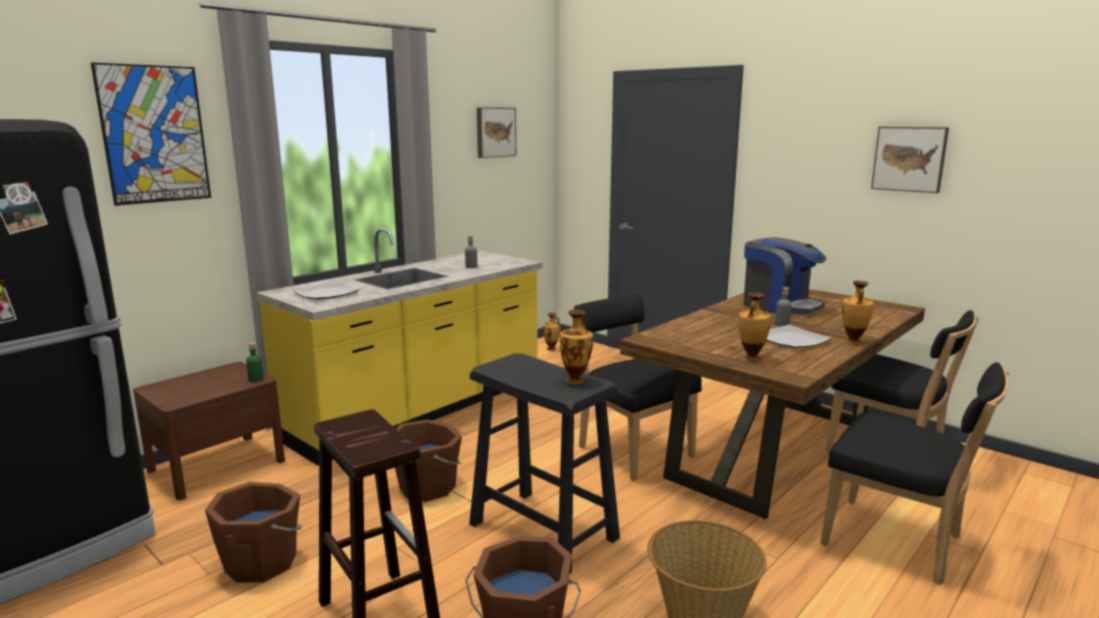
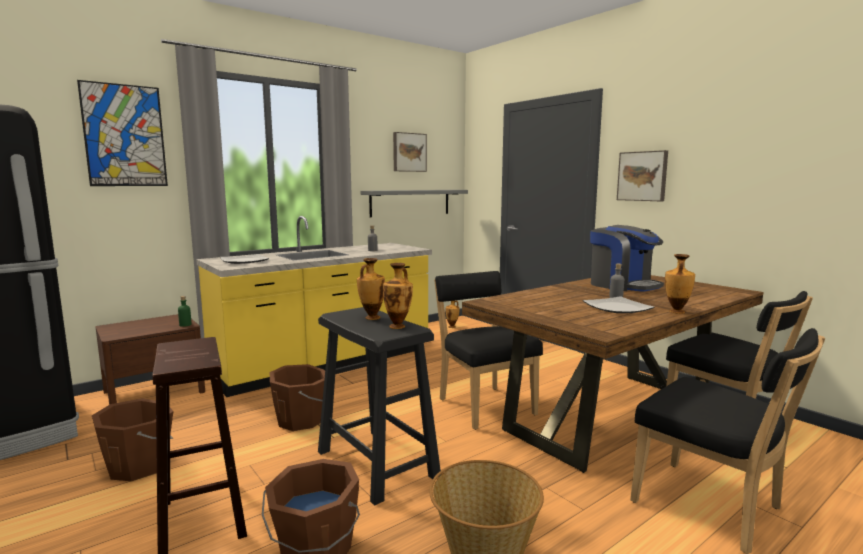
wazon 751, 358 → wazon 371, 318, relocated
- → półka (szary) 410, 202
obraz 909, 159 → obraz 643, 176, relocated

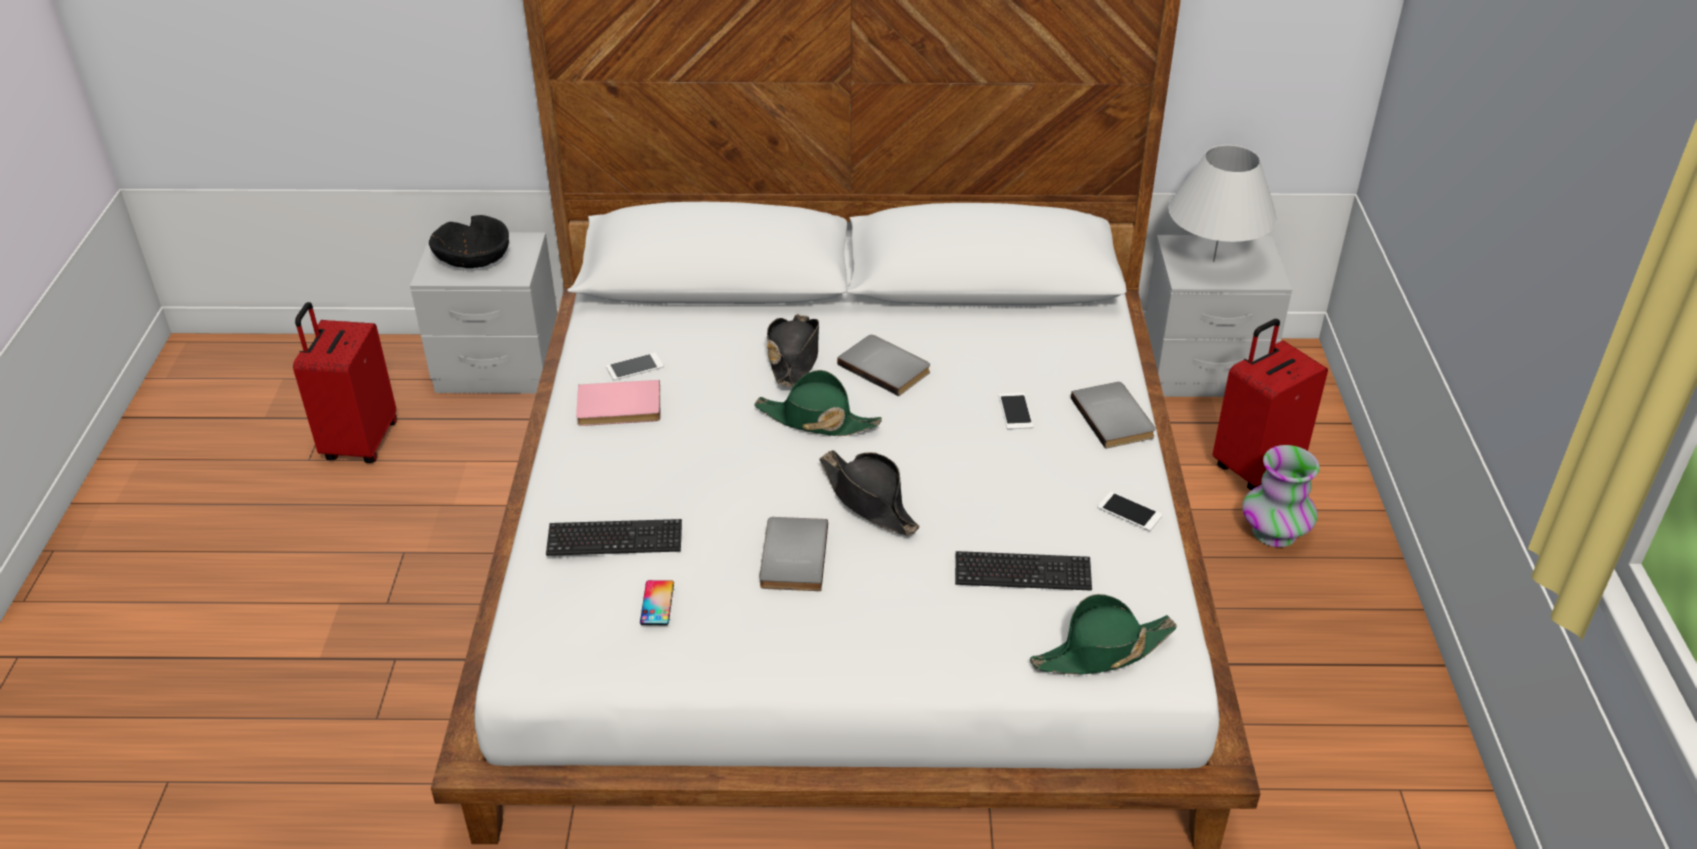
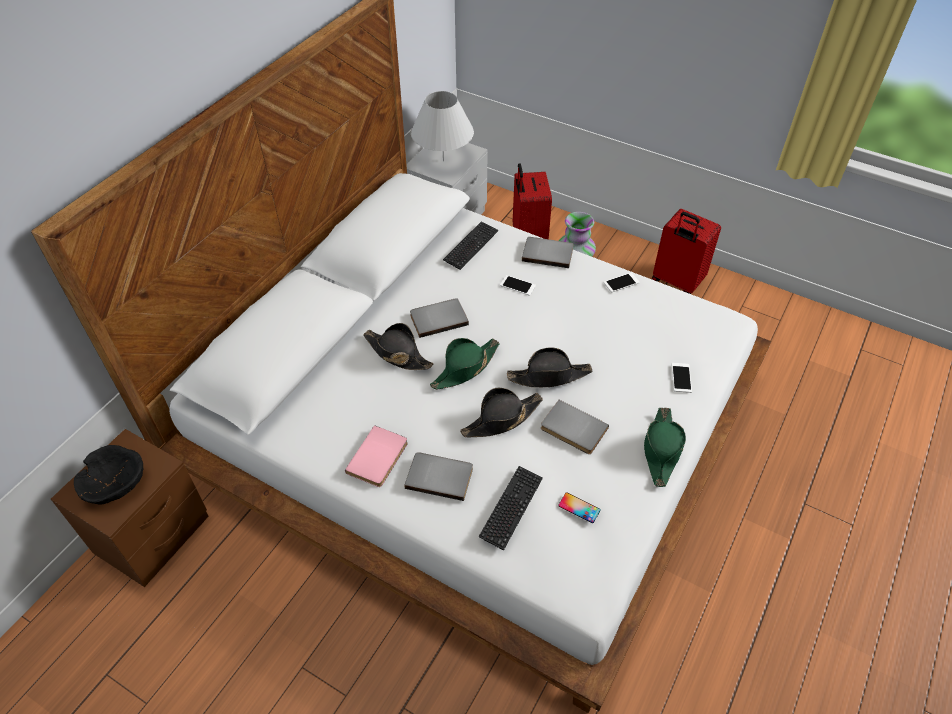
szafka nocna (szary) 499, 367 → szafka nocna (brązowy) 152, 535
- → książka (szary) 440, 476
klawiatura 1022, 573 → klawiatura 471, 246, relocated
- → kapelusz (czarny) 501, 419
kapelusz (zielony) 1102, 651 → kapelusz (zielony) 661, 450, relocated
walizka (czerwony) 359, 442 → walizka (czerwony) 676, 282, relocated
telefon 634, 367 → telefon 681, 377, relocated

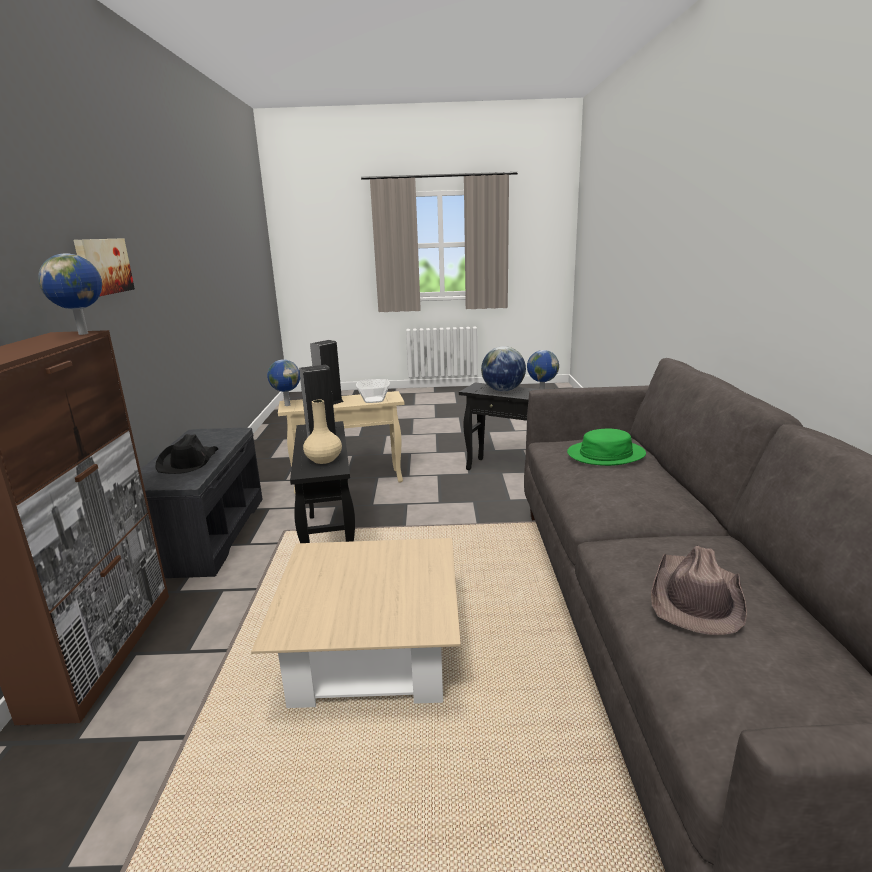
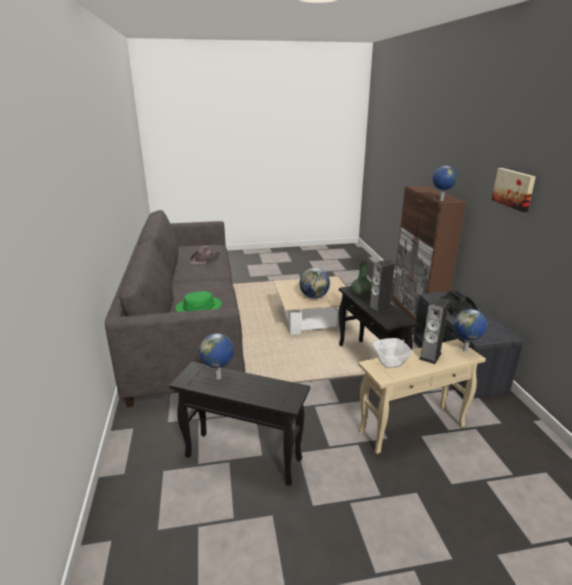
globus 503, 390 → globus 314, 297, relocated
wazon (beżowy) 323, 460 → wazon (zielony) 361, 294

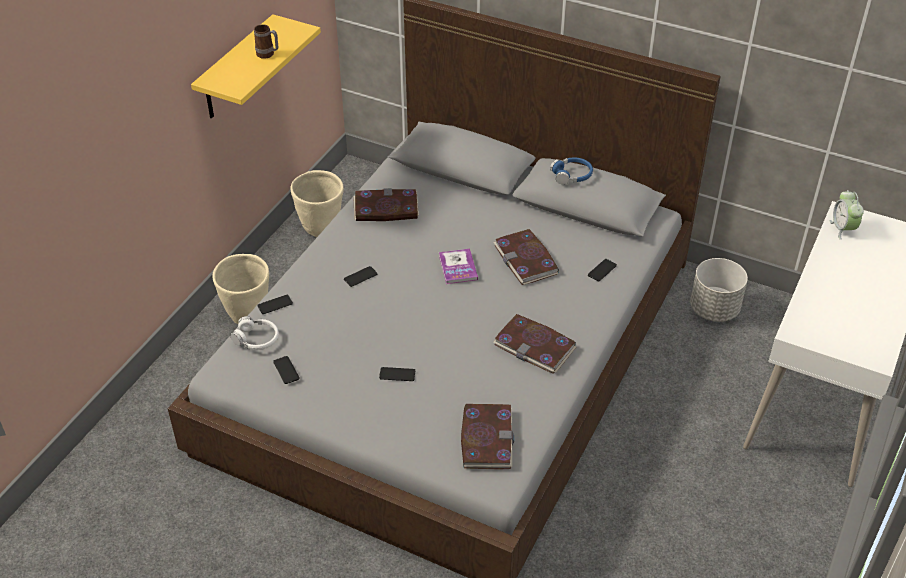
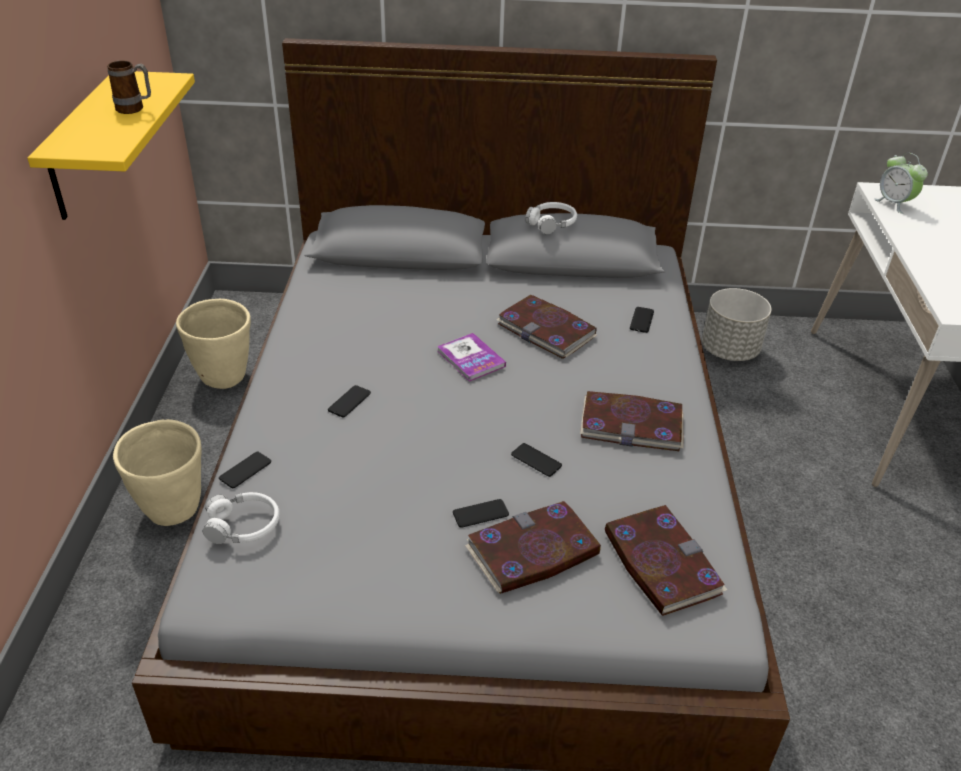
książka 386, 208 → książka 533, 551, relocated
telefon 286, 370 → telefon 536, 460, relocated
słuchawki (niebieski) 571, 175 → słuchawki (biały) 551, 223

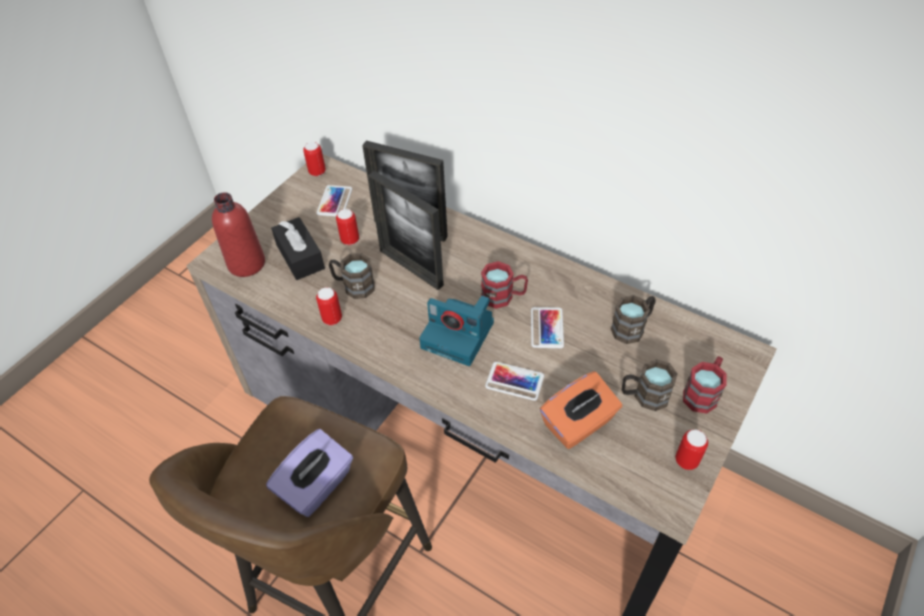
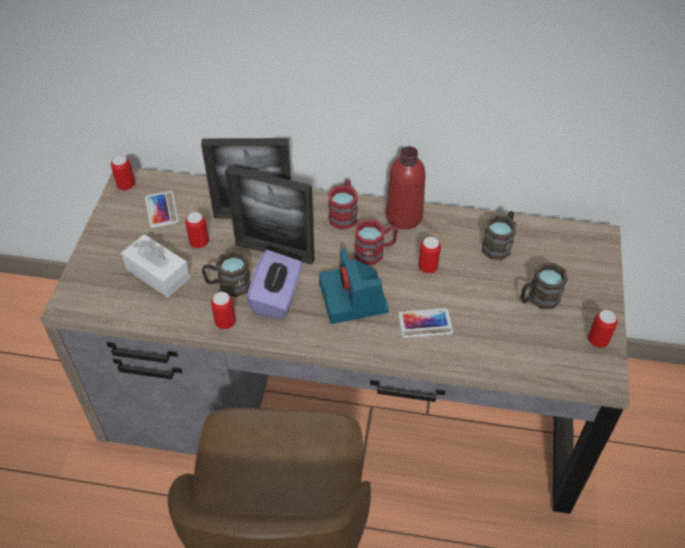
pudełko chusteczek (czarny) 300, 256 → pudełko chusteczek (biały) 158, 273
pudełko chusteczek (fioletowy) 316, 486 → pudełko chusteczek (fioletowy) 277, 298, relocated
aparat fotograficzny 459, 335 → aparat fotograficzny 354, 299, 75 degrees clockwise
kubek (czerwony) 703, 393 → kubek (czerwony) 344, 214, relocated
butelka (czerwony) 246, 263 → butelka (czerwony) 404, 216, relocated
telefon 547, 328 → puszka 427, 267
pudełko chusteczek (pomarańczowy) 578, 424 → -

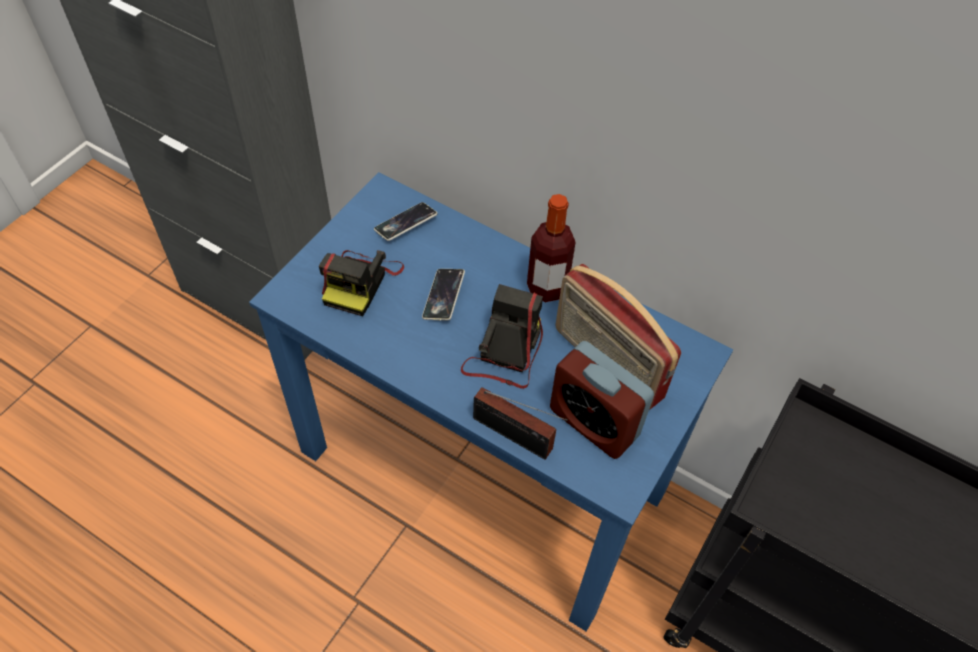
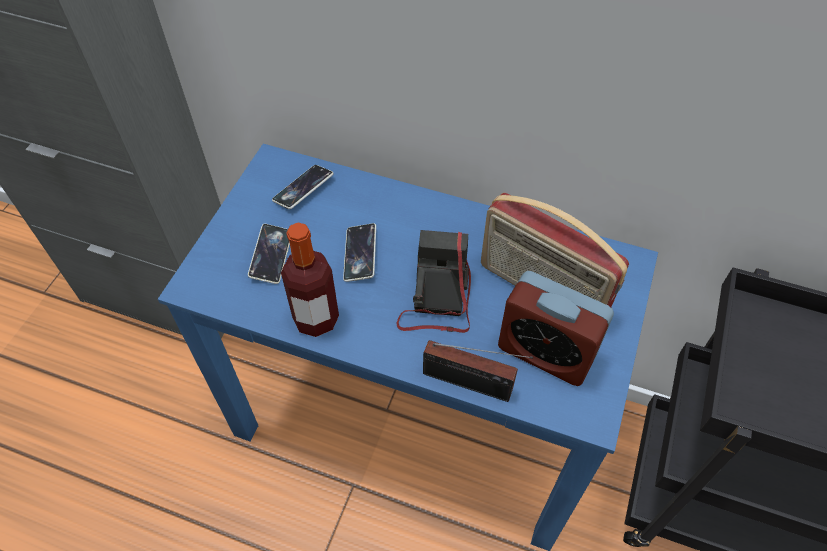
aparat fotograficzny 360, 282 → telefon 271, 256
butelka 547, 288 → butelka 316, 319, relocated

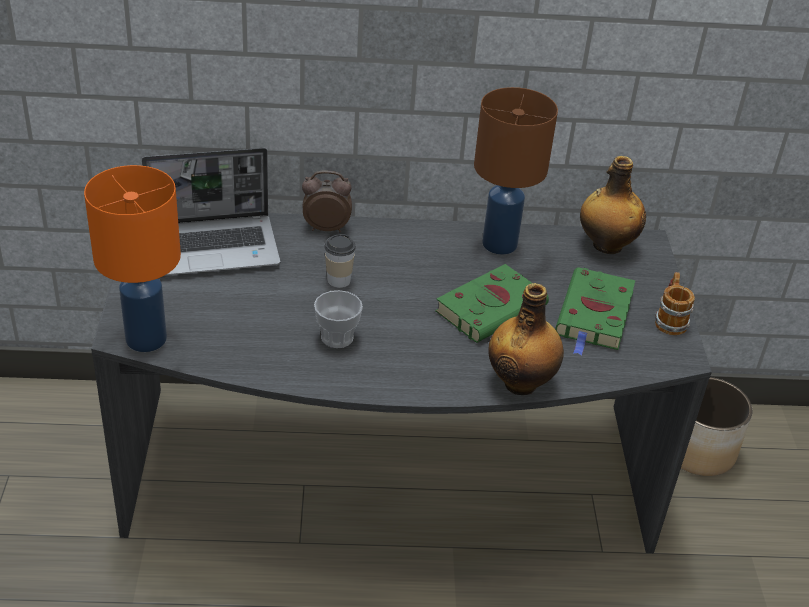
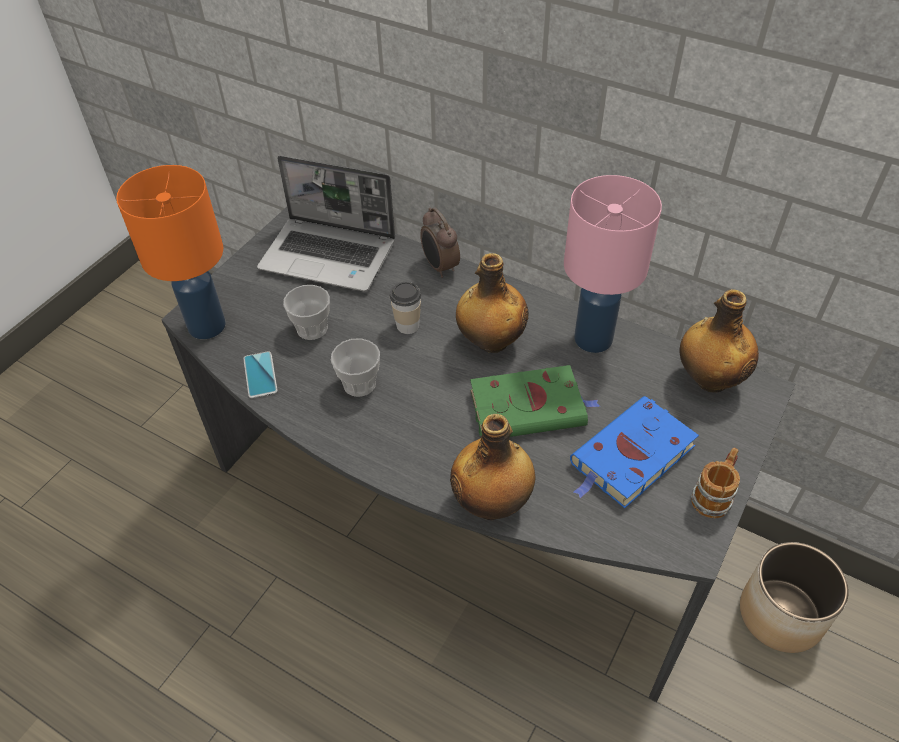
- → telefon 260, 375
- → filiżanka 312, 329
budzik 326, 228 → budzik 439, 267, 150 degrees counterclockwise
- → butelka 490, 341
lampa stołowa (brązowy) 499, 243 → lampa stołowa (różowy) 593, 338
książka (zielony) 594, 316 → książka (niebieski) 630, 457

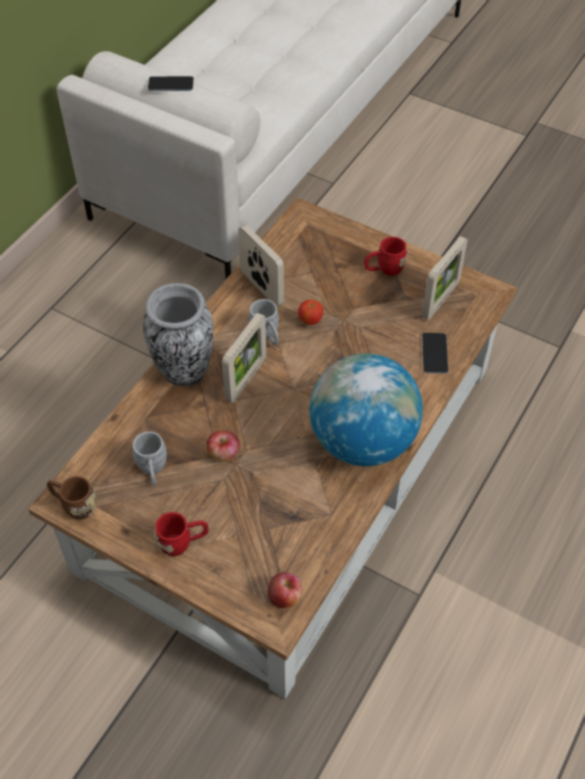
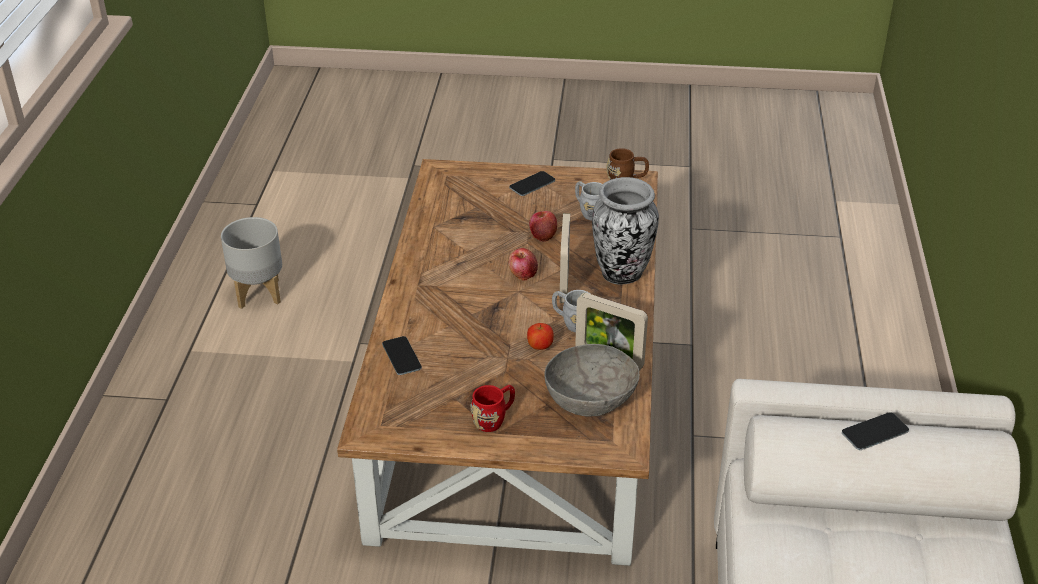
- → donica (szary) 259, 293
jabłko 285, 597 → jabłko 523, 274, relocated
kubek (czerwony) 182, 543 → telefon 532, 184
- → miska (szary) 590, 398
globus 362, 441 → -
ramka na zdjęcie 440, 300 → -

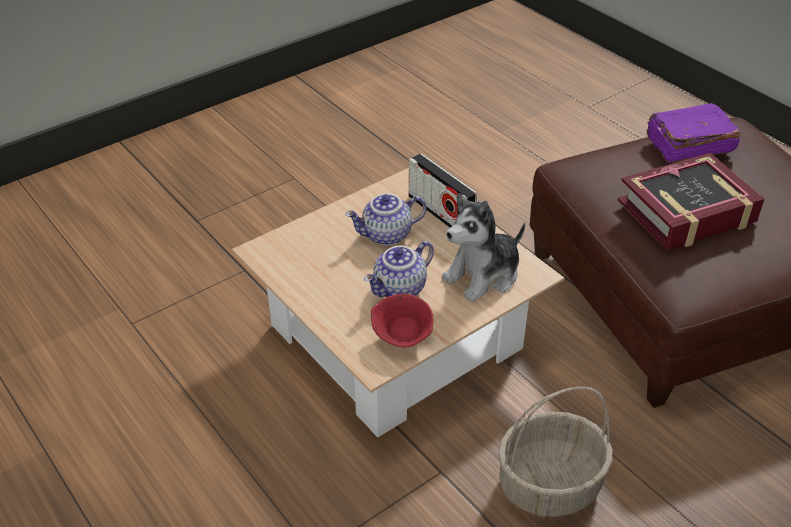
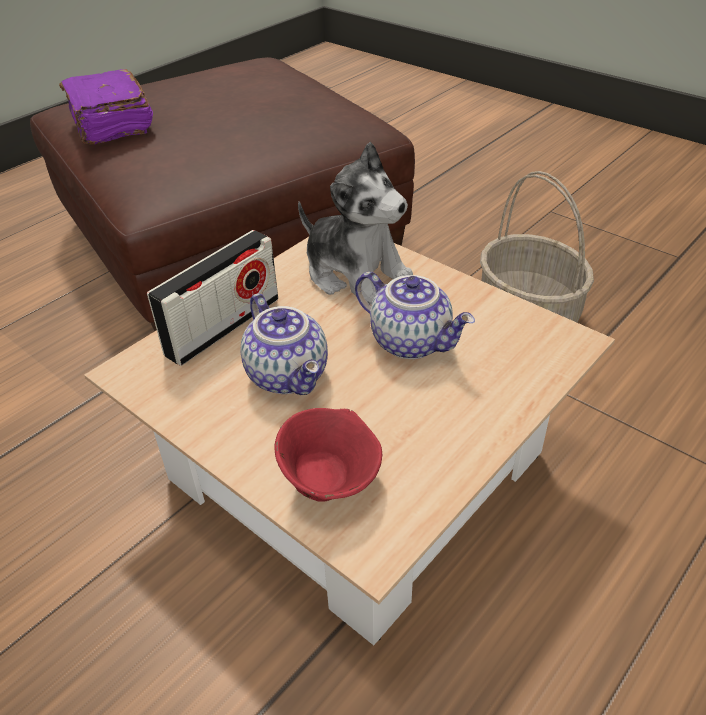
miska (czerwony) 403, 339 → miska (czerwony) 330, 481, relocated
książka 687, 212 → -

